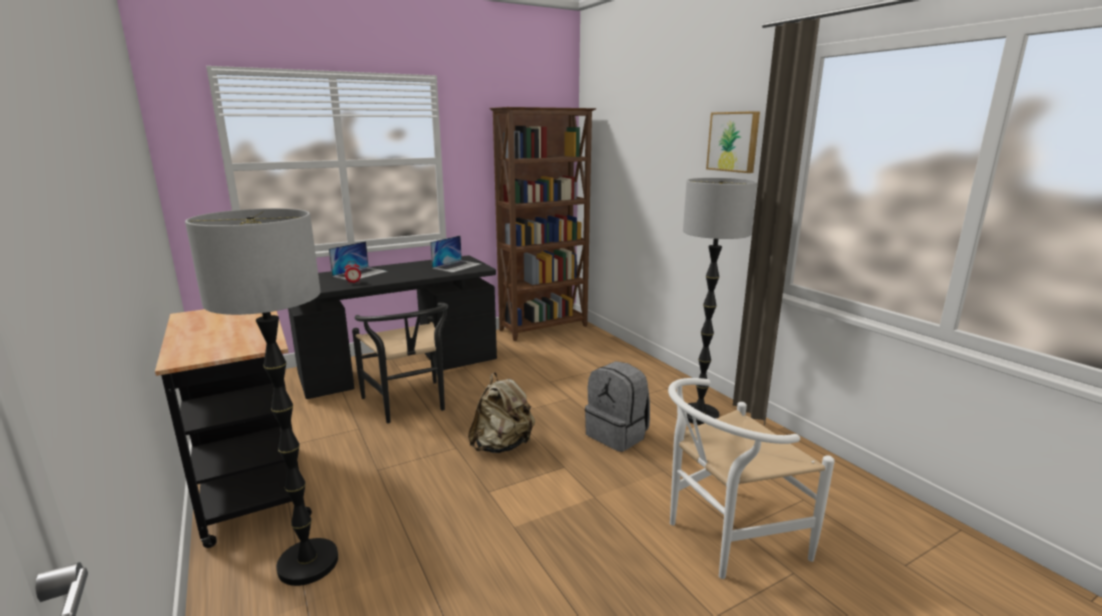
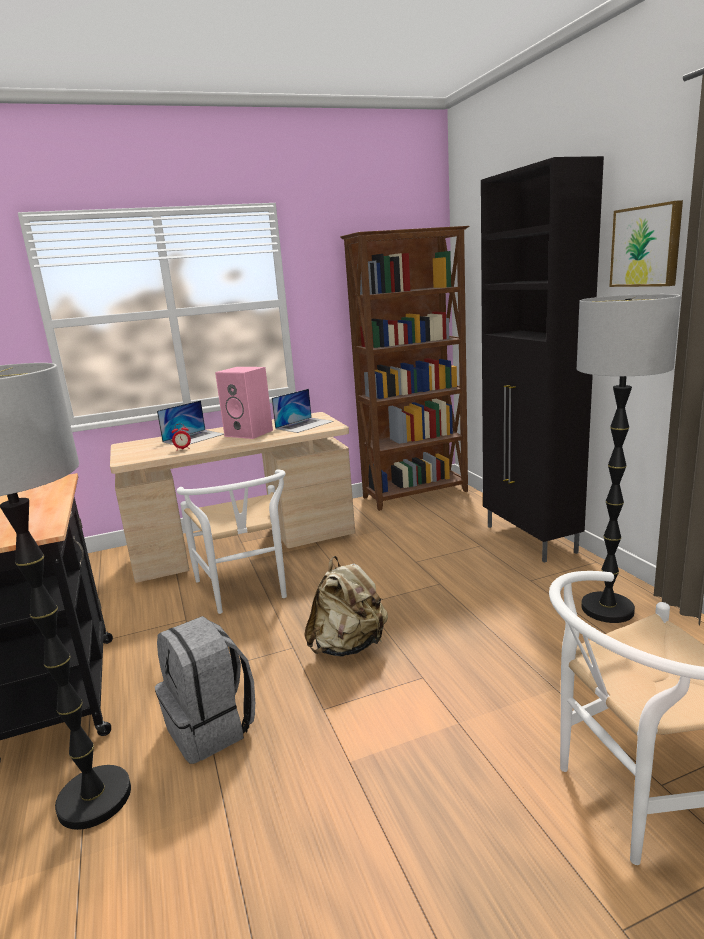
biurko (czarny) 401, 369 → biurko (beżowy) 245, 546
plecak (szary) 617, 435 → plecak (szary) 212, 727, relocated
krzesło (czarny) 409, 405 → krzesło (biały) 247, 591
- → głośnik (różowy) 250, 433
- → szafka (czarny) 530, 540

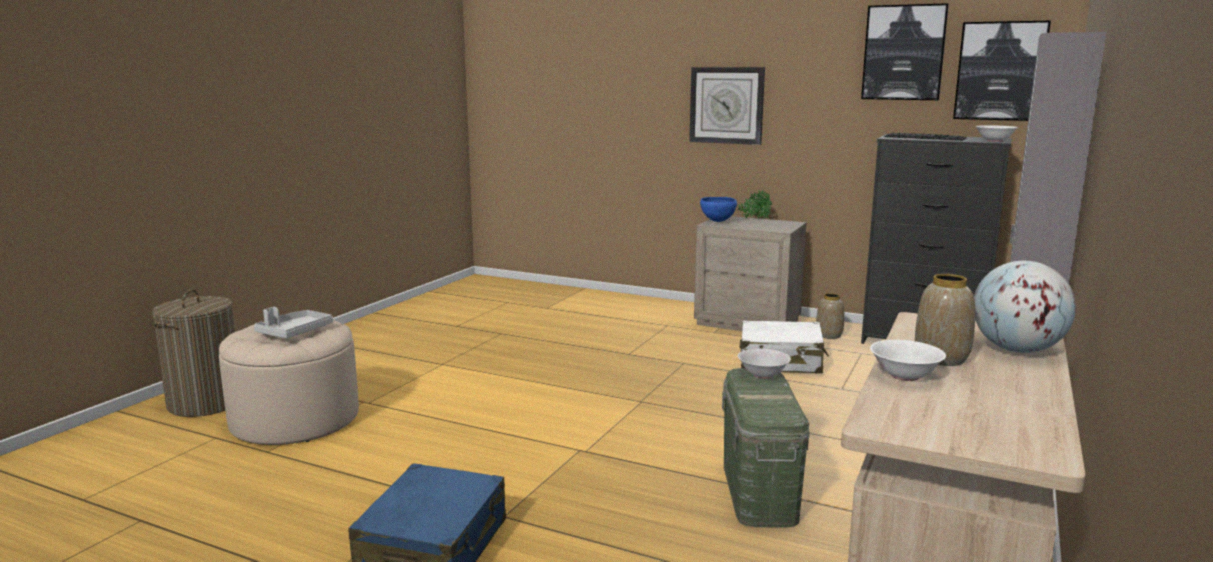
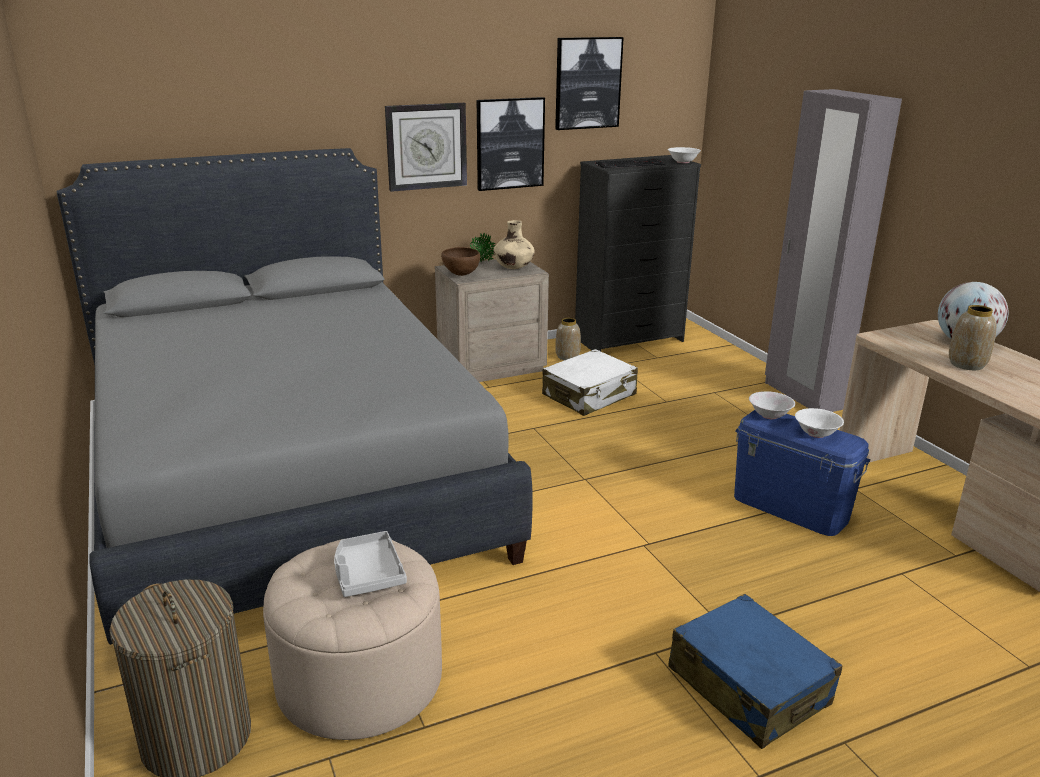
- → łóżko (szary) 288, 476
miska (niebieski) 717, 221 → miska (brązowy) 461, 275
obraz 1000, 71 → obraz 509, 143, relocated
- → wazon (beżowy) 513, 268
pojemnik do przechowywania (zielony) 759, 491 → pojemnik do przechowywania (niebieski) 791, 507
miska (biały) 905, 376 → miska (biały) 816, 433, relocated

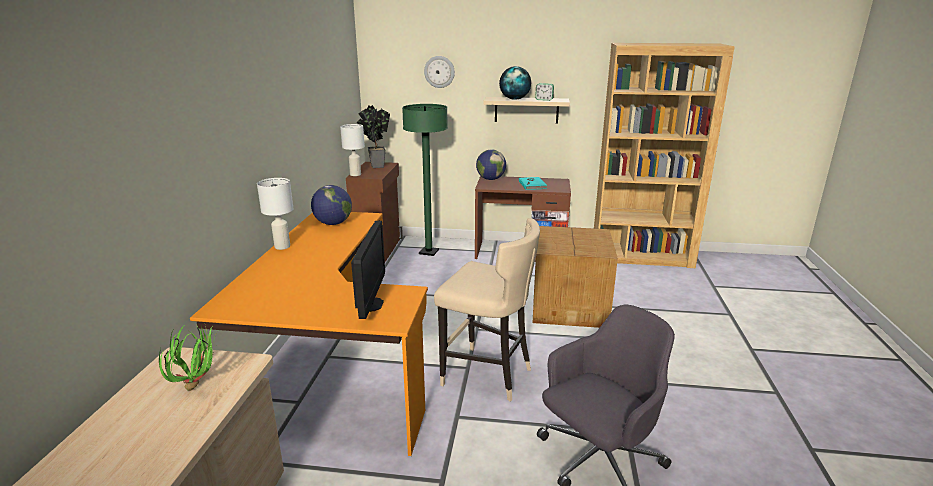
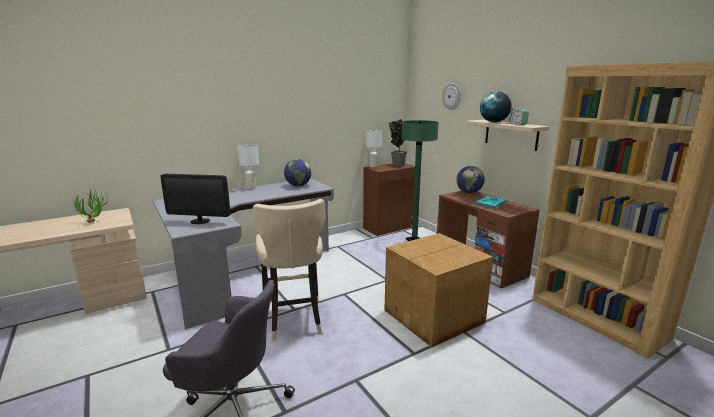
biurko (pomarańczowy) 331, 369 → biurko (szary) 245, 272
monitor 370, 304 → monitor 200, 221, 45 degrees clockwise

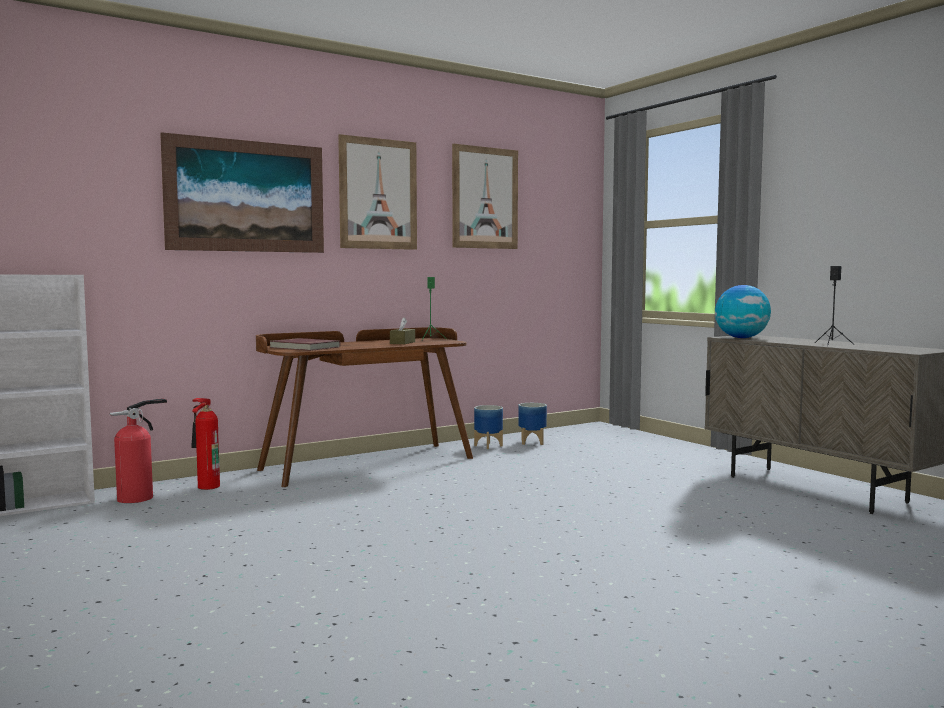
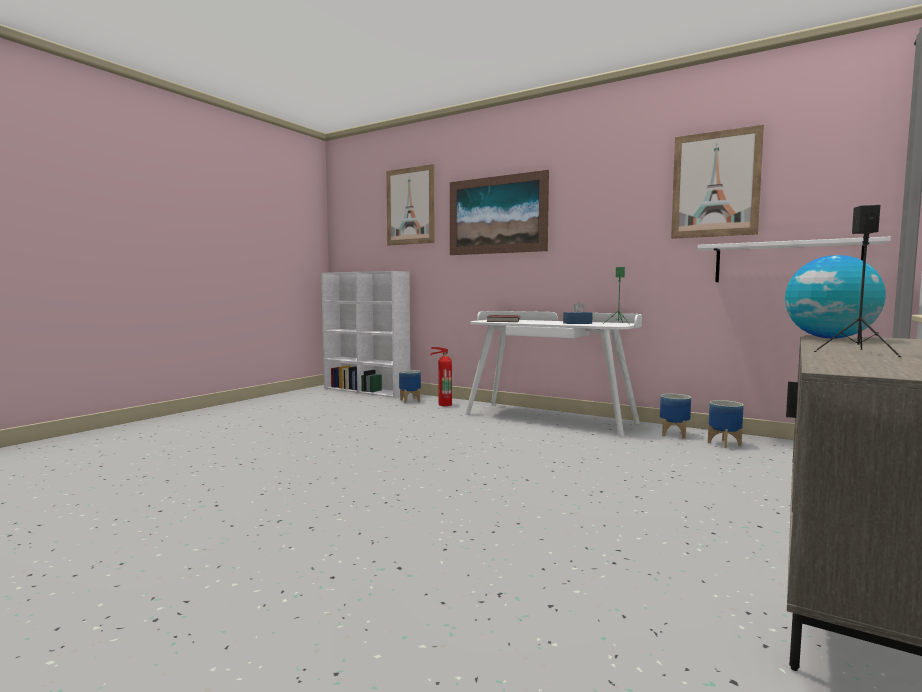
obraz 378, 194 → obraz 410, 206, relocated
gaśnica 139, 498 → donica 410, 400
biurko (brązowy) 367, 463 → biurko (biały) 550, 418
pudełko chusteczek (brązowy) 402, 343 → pudełko chusteczek (niebieski) 577, 323
- → półka (biały) 786, 262

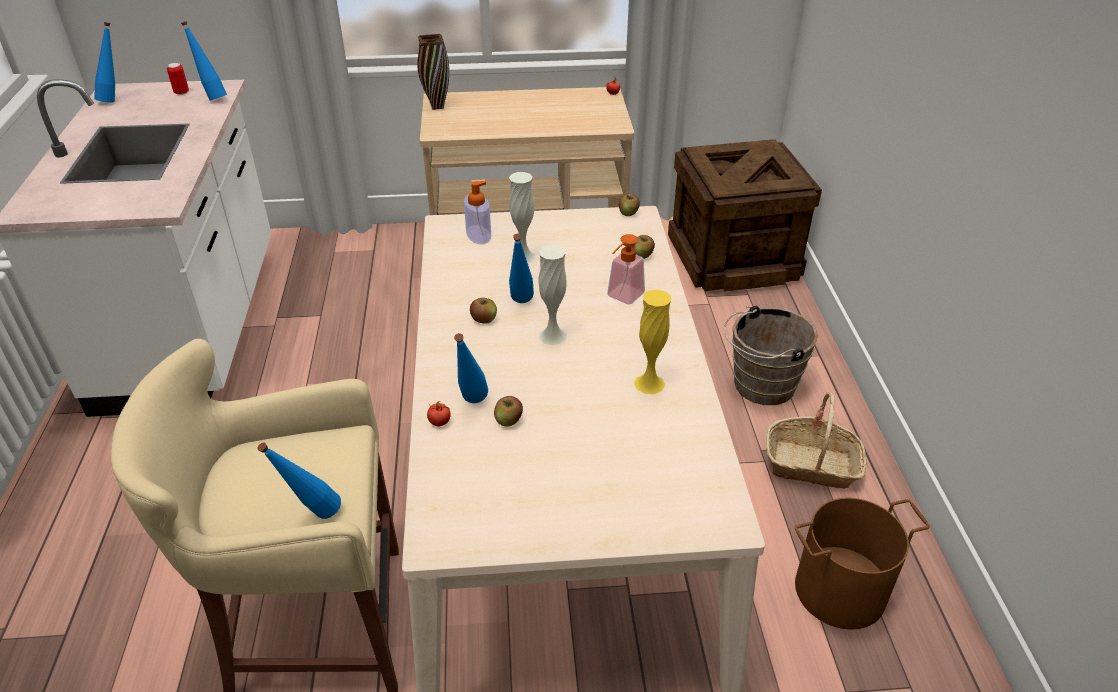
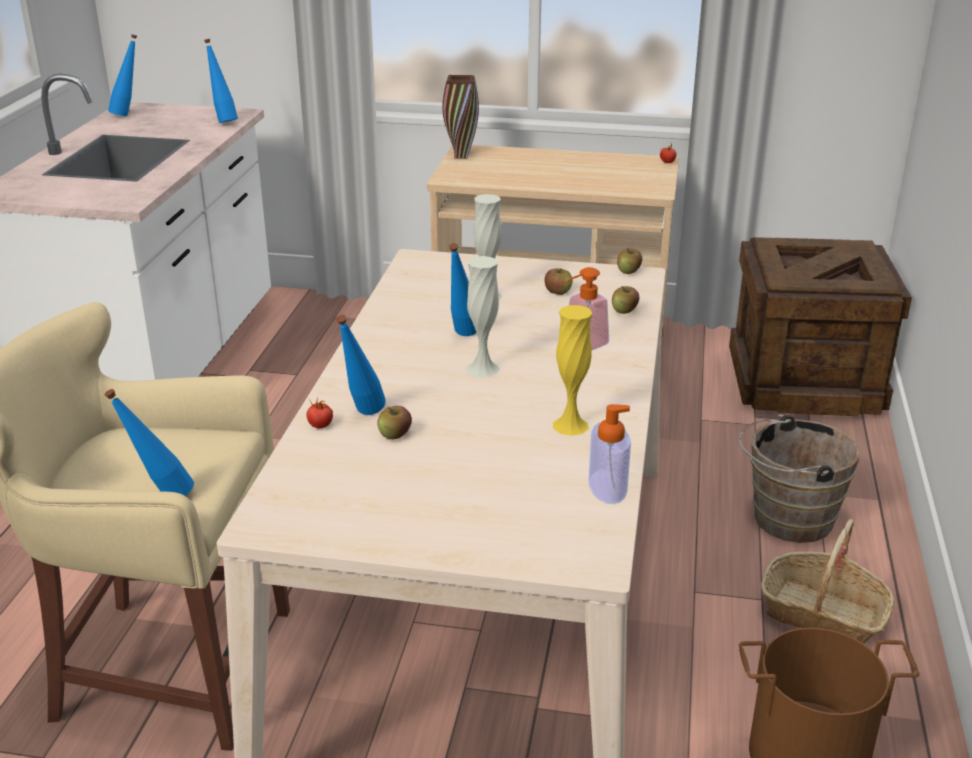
jabłko 484, 319 → jabłko 558, 291, relocated
dozownik mydła 478, 235 → dozownik mydła 607, 487, relocated
puszka 181, 92 → -

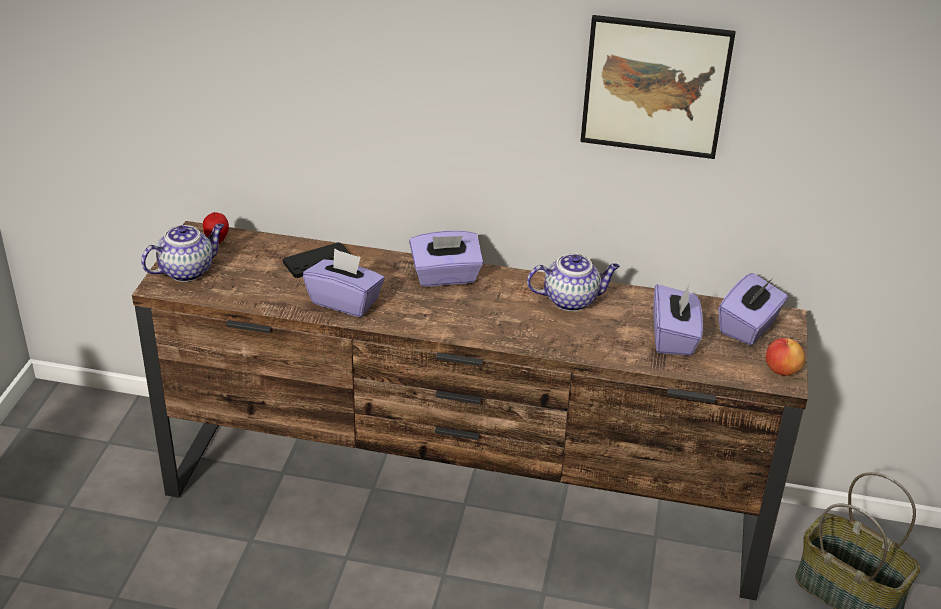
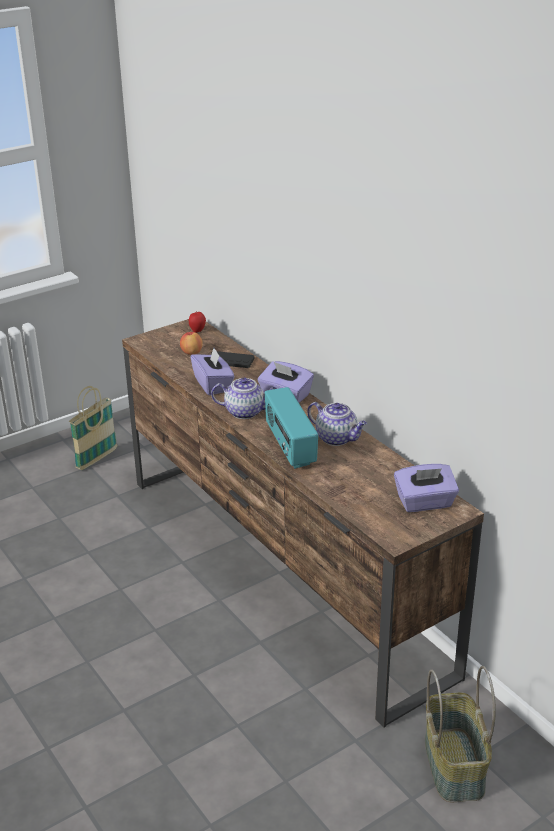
- → koszyk 97, 459
jabłko 781, 370 → jabłko 191, 353, relocated
imbryk 187, 270 → imbryk 245, 412, relocated
- → radio 289, 447
obraz 655, 87 → -
pudełko chusteczek (fioletowy) 674, 337 → -

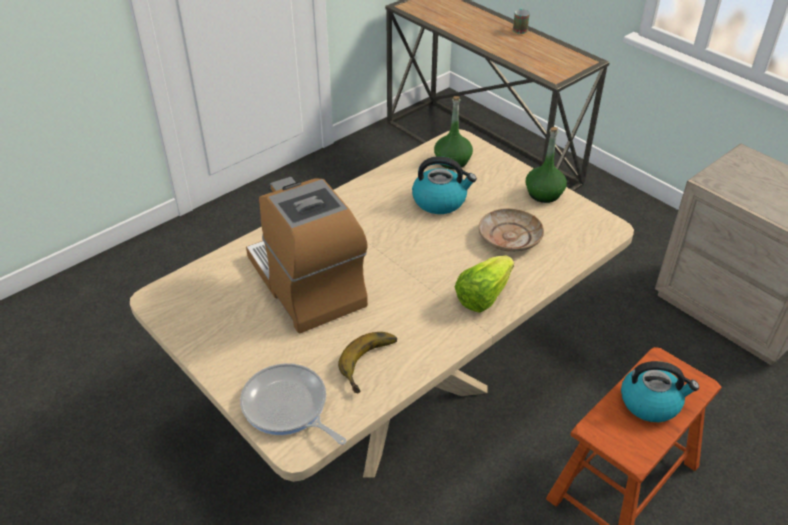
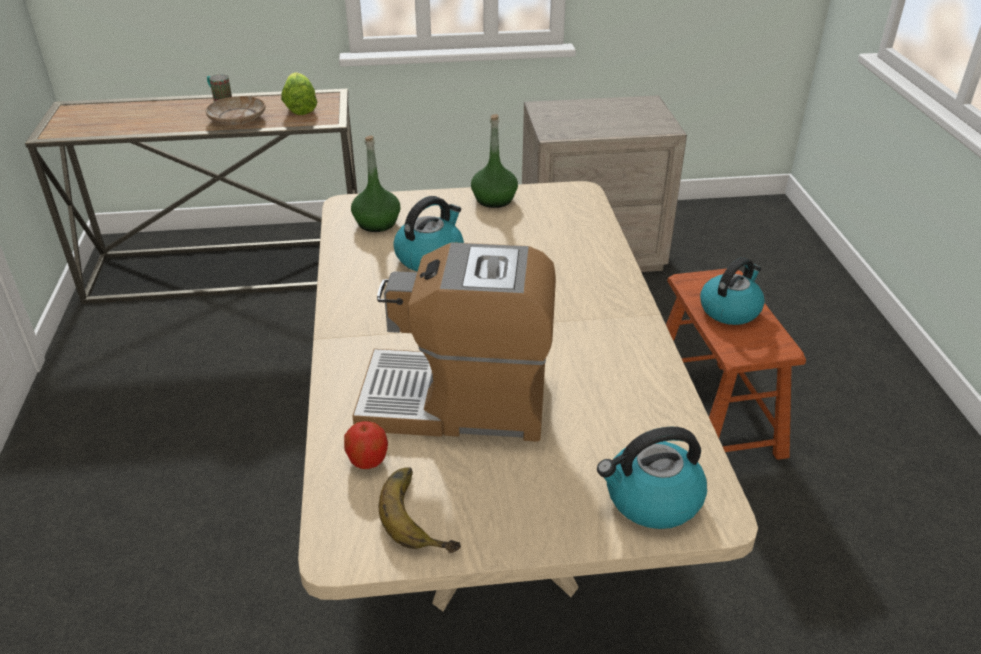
talerz (beżowy) 509, 237 → talerz (beżowy) 237, 118, relocated
sałata 483, 296 → sałata 300, 107, relocated
- → jabłko 368, 460
banan 373, 364 → banan 423, 513, relocated
patelnia 288, 407 → czajnik 651, 499

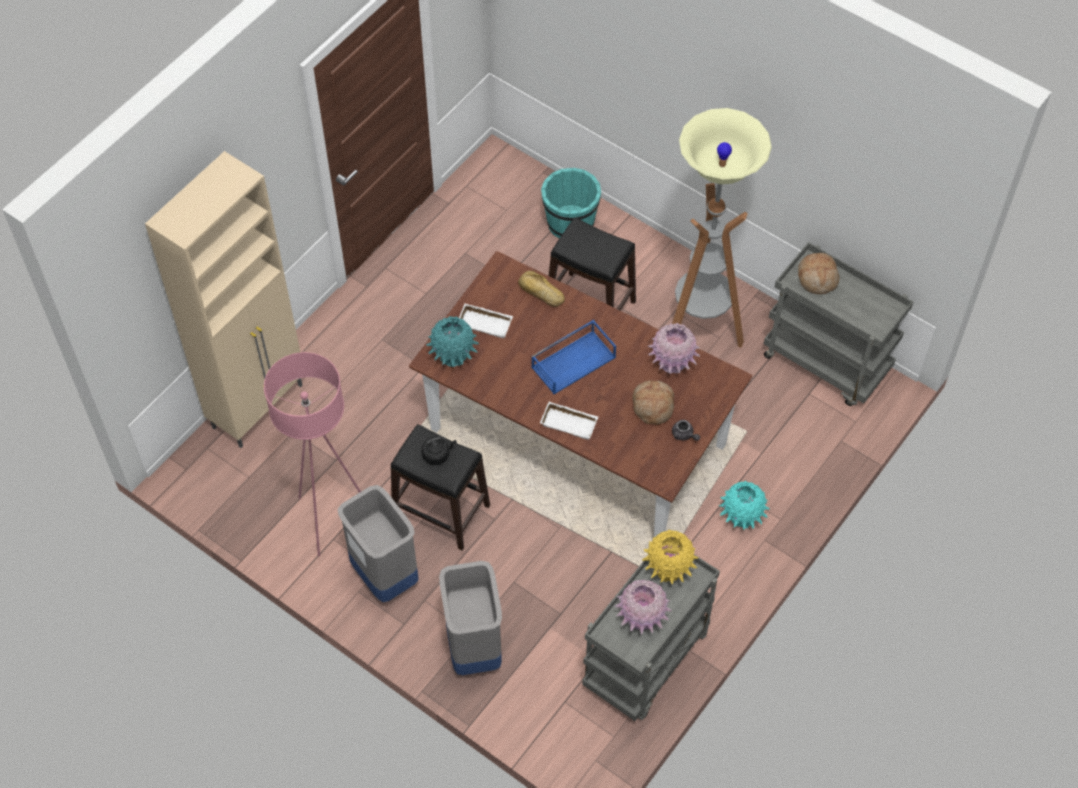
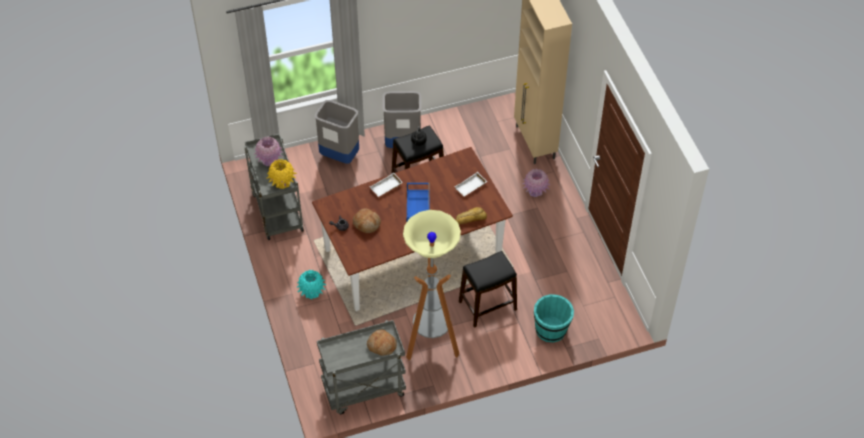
wazon (różowy) 672, 362 → wazon (różowy) 535, 191, relocated
lampa stojąca (różowy) 330, 520 → -
wazon (turkusowy) 453, 356 → -

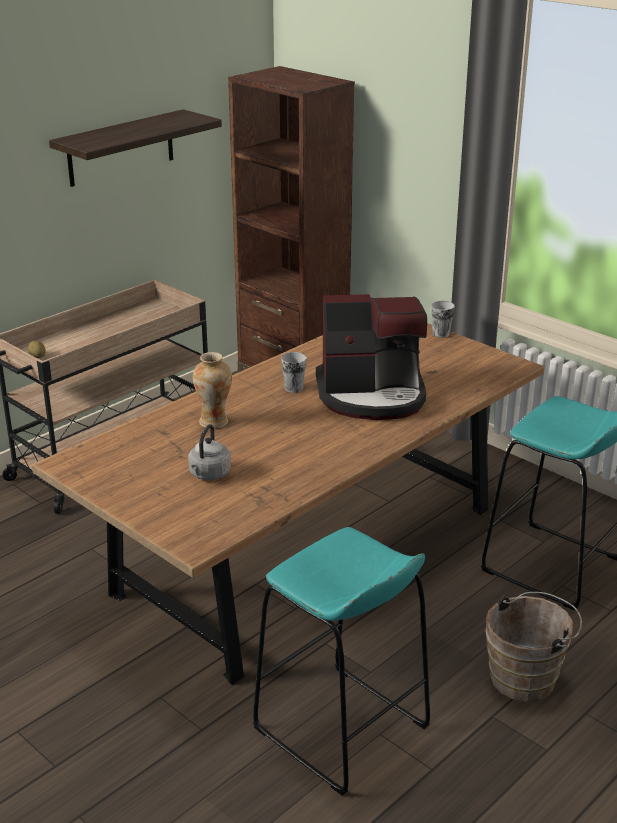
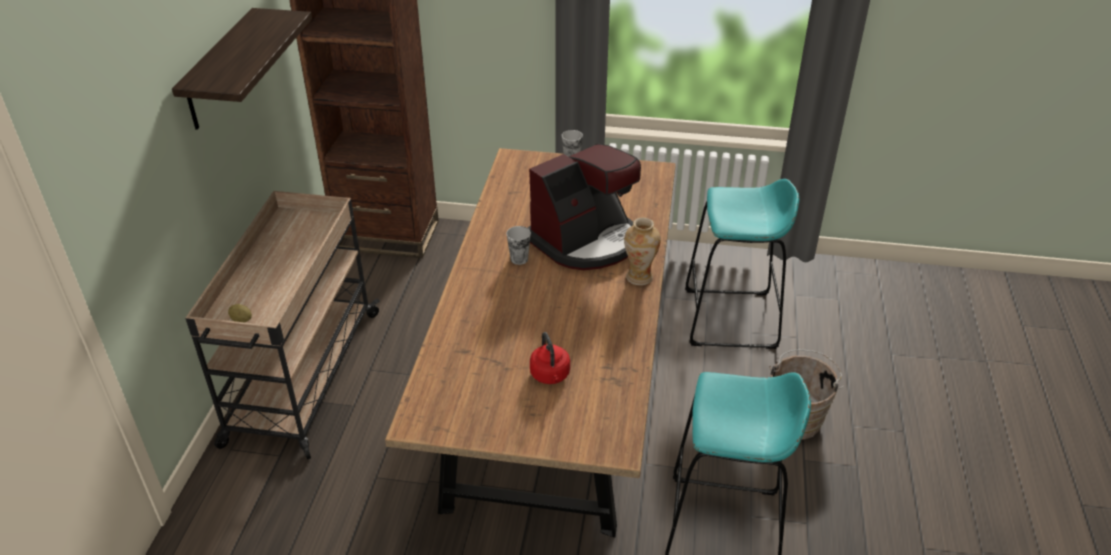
czajnik (szary) 209, 475 → czajnik (czerwony) 550, 376
wazon 214, 422 → wazon 639, 277, relocated

